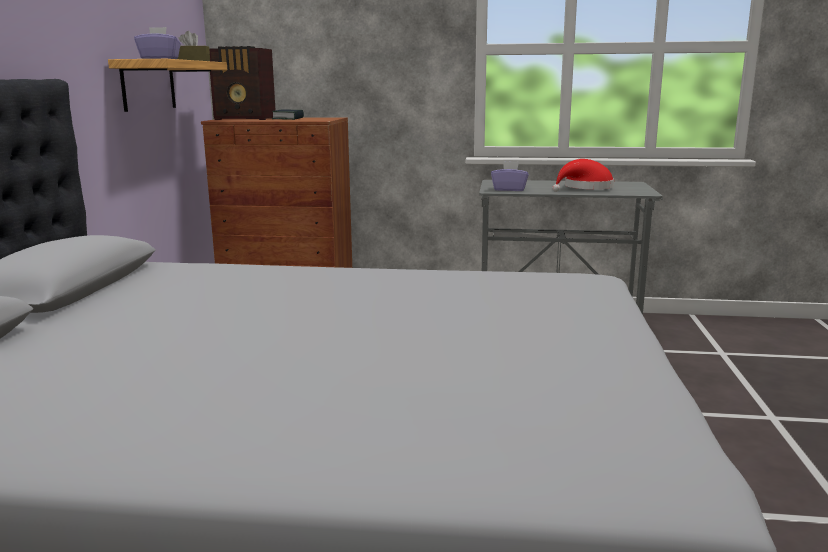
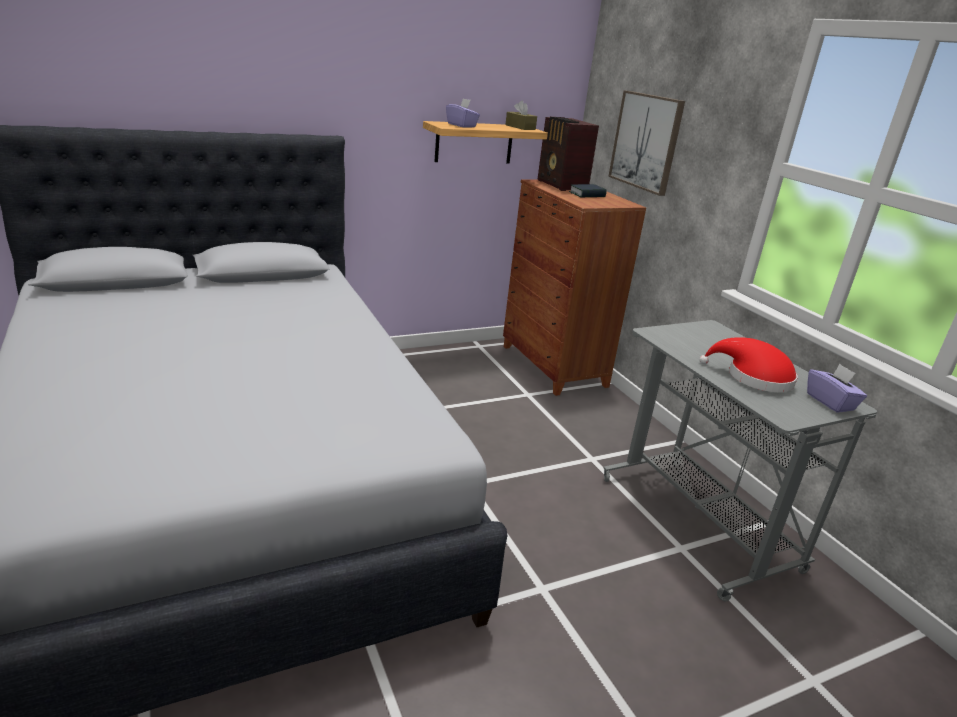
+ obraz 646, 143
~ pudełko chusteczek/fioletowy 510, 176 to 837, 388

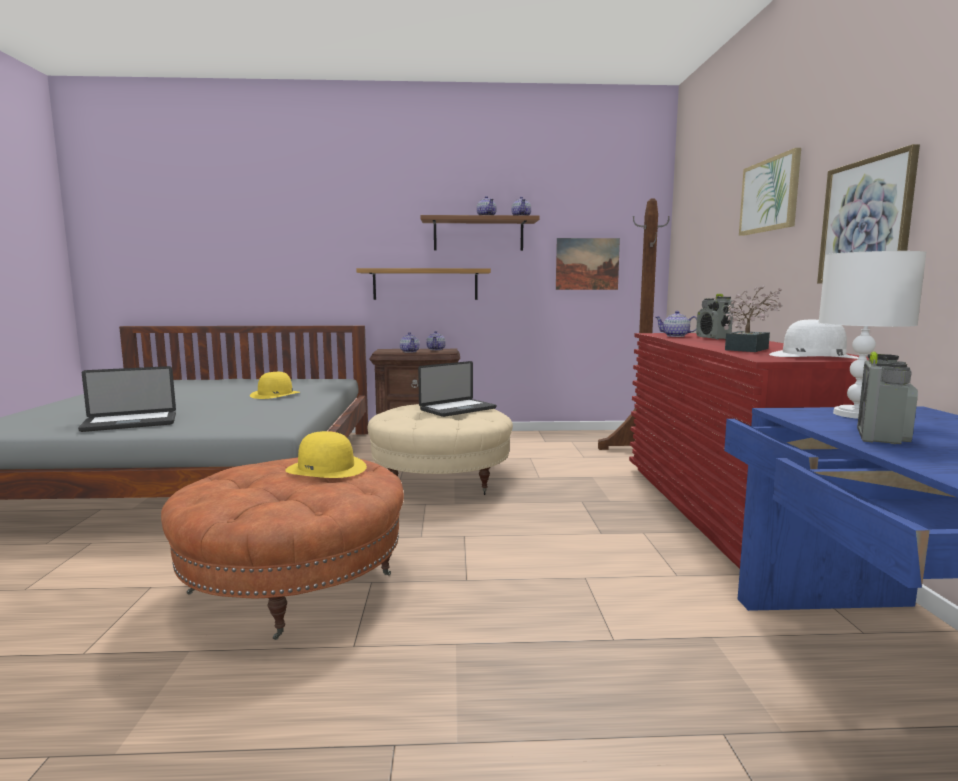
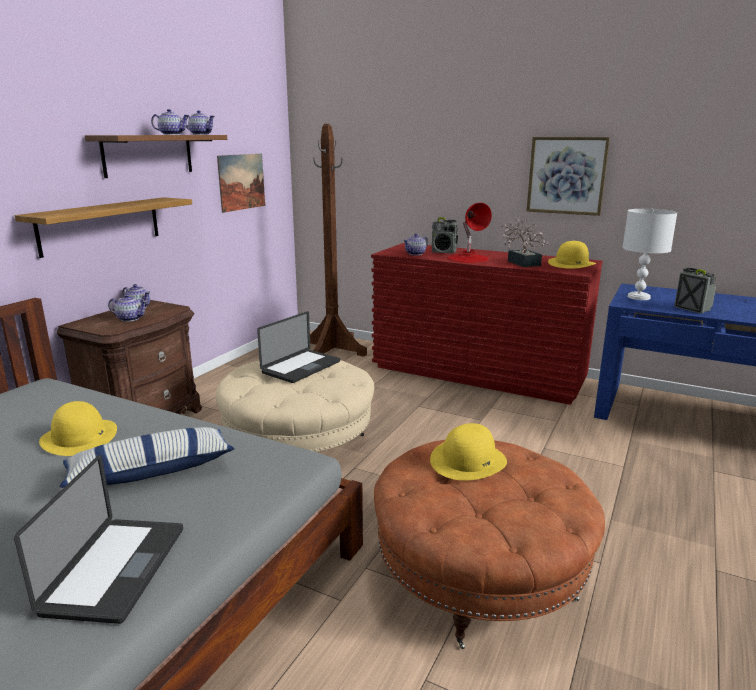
+ poduszka 147, 457
~ laptop 457, 389 = 298, 347 45 degrees clockwise
+ lampa stołowa/czerwony 469, 233
~ kapelusz/biały 814, 339 to kapelusz/żółty 572, 255
- obraz 770, 192

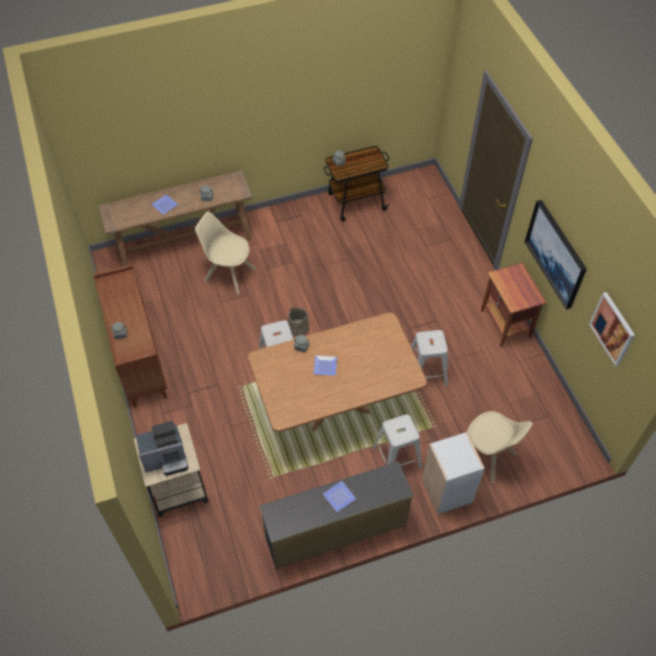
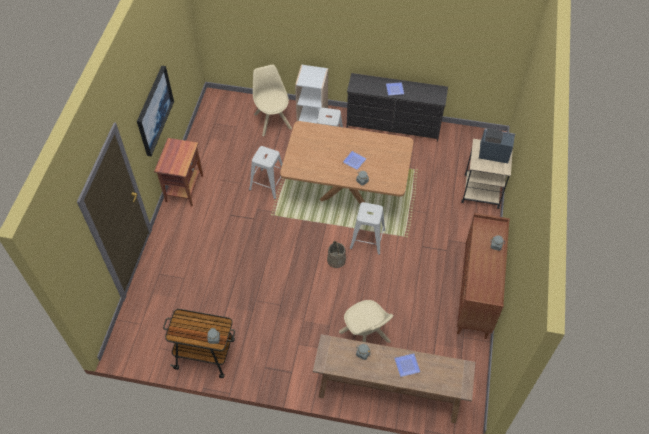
- obraz 612, 329

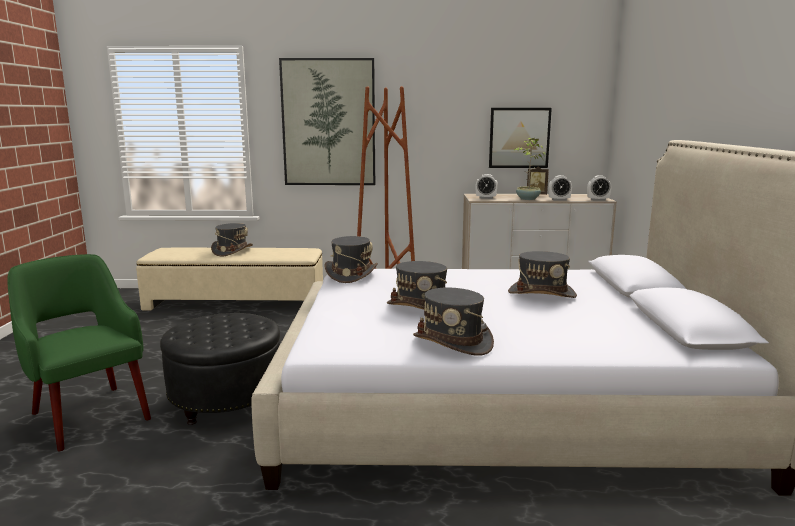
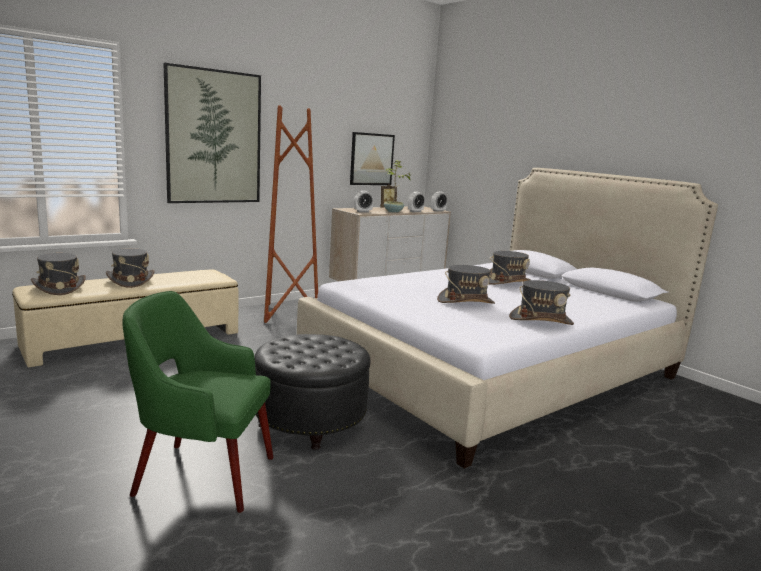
~ kapelusz/szary 351, 259 to 58, 274

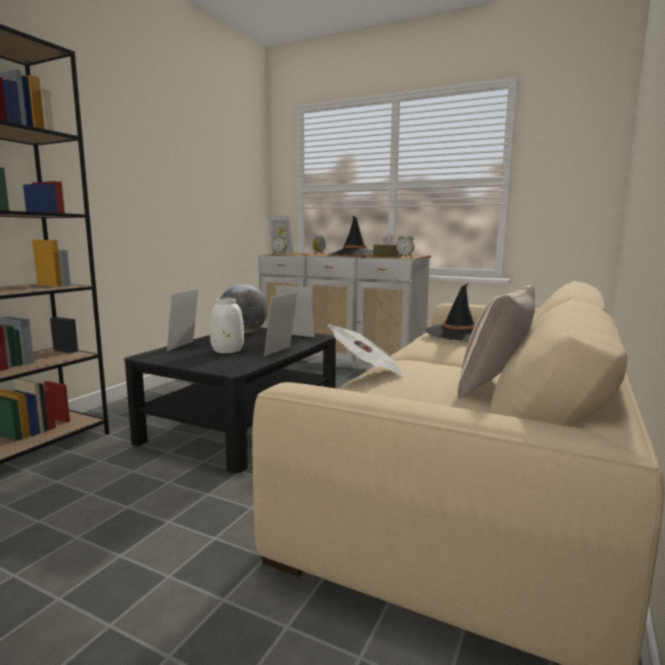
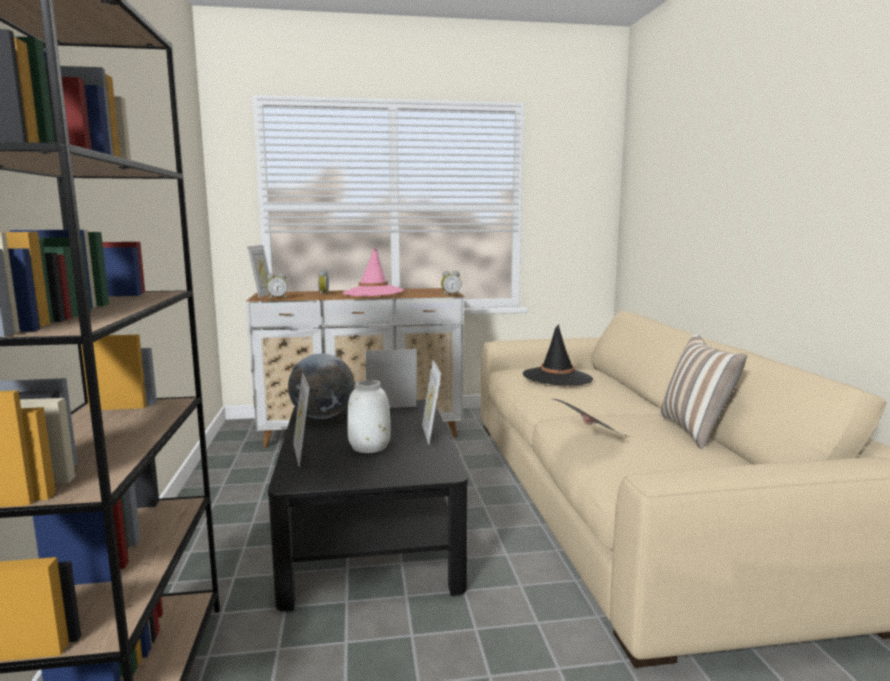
~ kapelusz/czarny 351, 235 to kapelusz/różowy 373, 272
- pudełko chusteczek/brązowy 387, 245

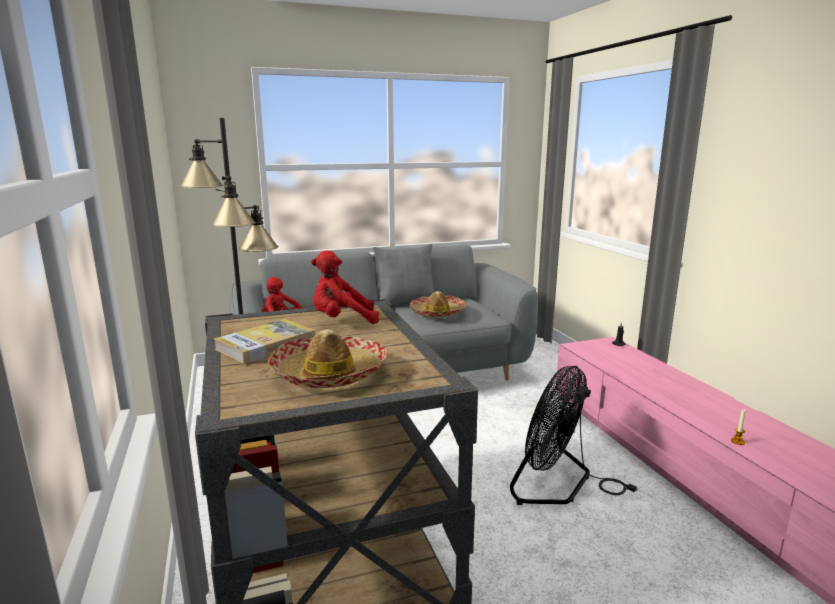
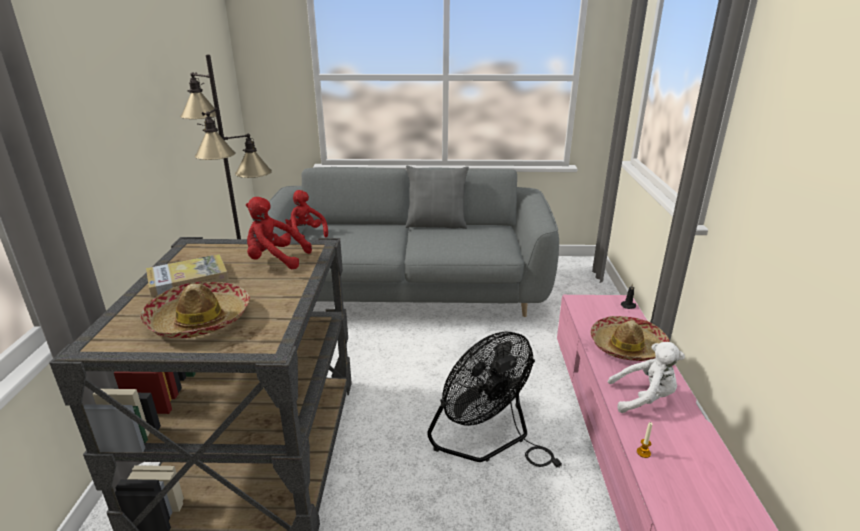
~ kapelusz 438, 304 to 630, 338
+ pluszak/biały 646, 377

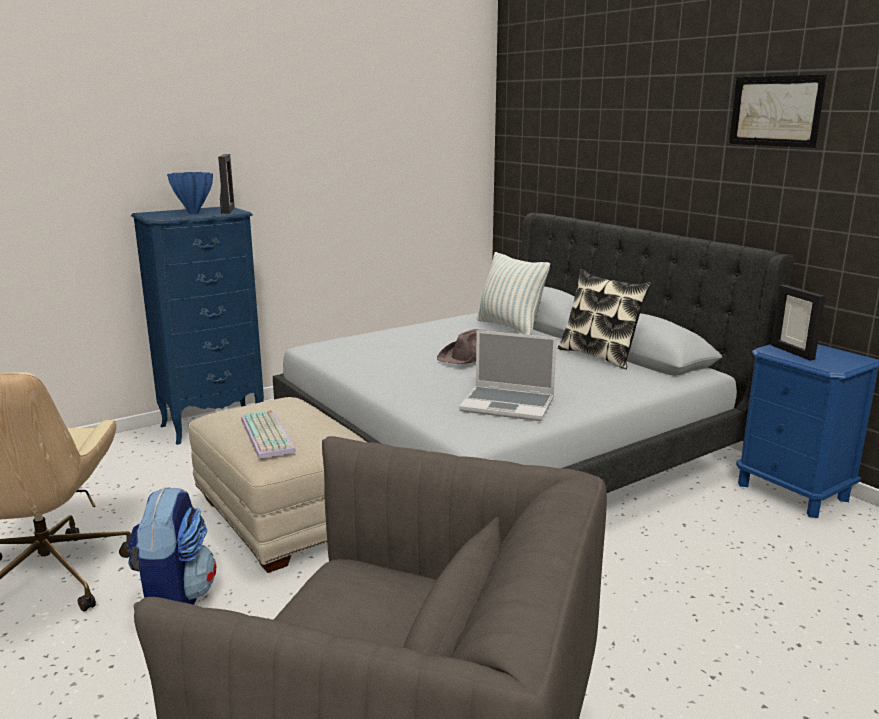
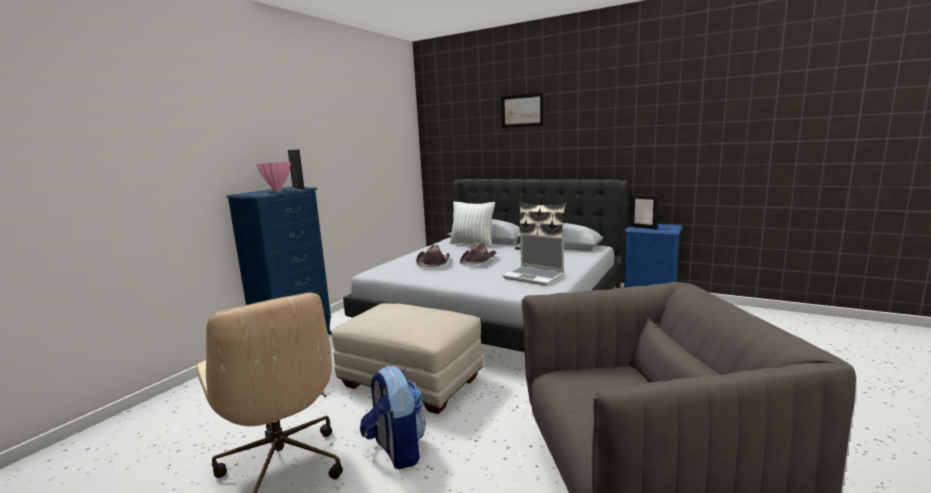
~ wazon/niebieski 190, 193 to wazon/różowy 273, 177
+ kapelusz/brązowy 433, 255
~ obraz 777, 111 to 522, 110
~ laptop 508, 375 = 533, 259 45 degrees clockwise
- klawiatura 268, 434

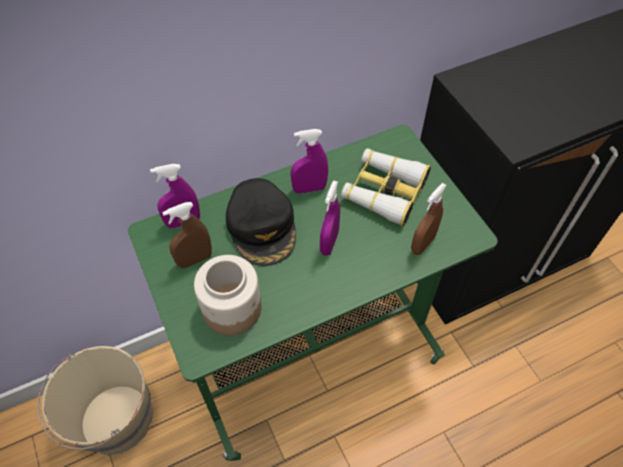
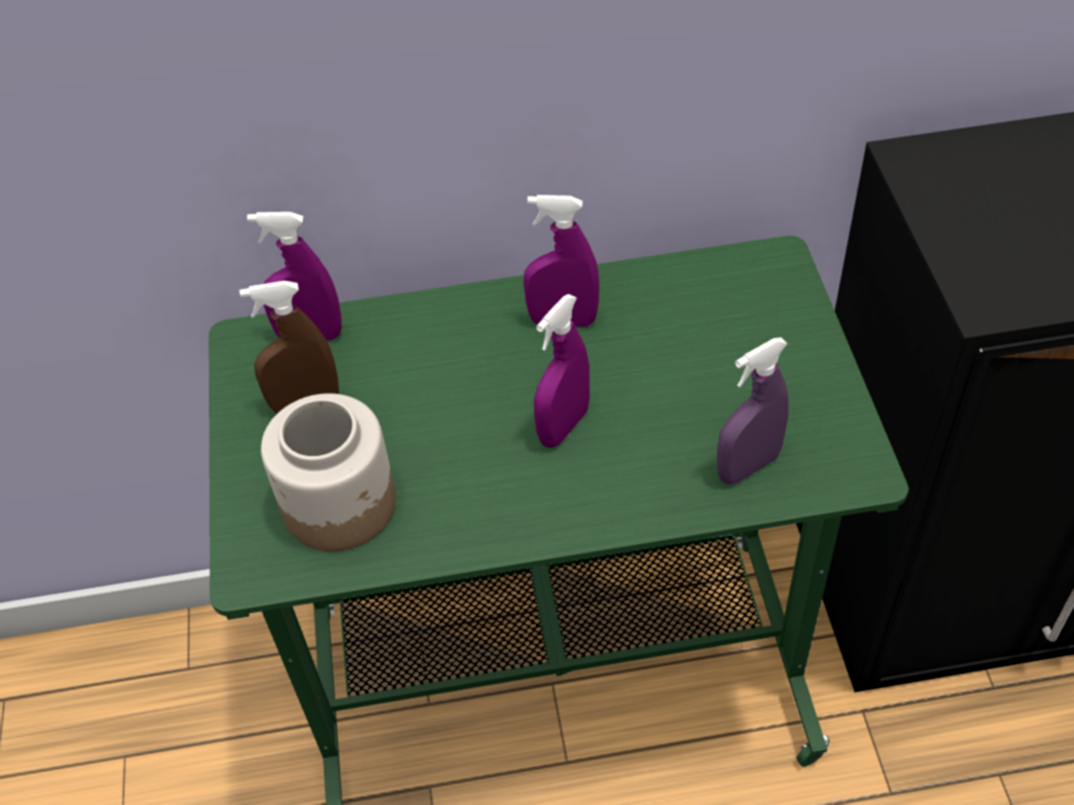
~ spryskiwacz/brązowy 429, 219 to spryskiwacz/fioletowy 753, 410
- wiadro/beżowy 95, 400
- czapka z daszkiem/czarny 260, 222
- lornetka 386, 187

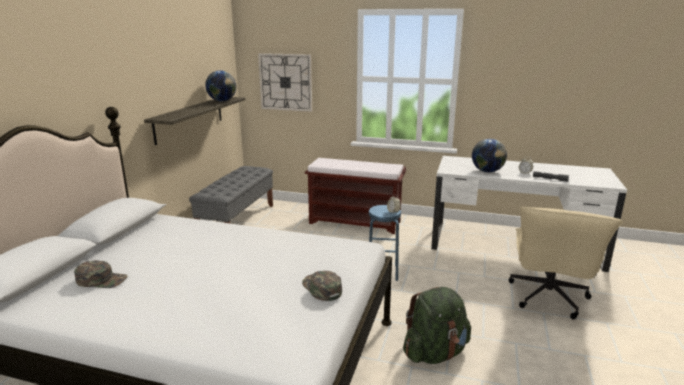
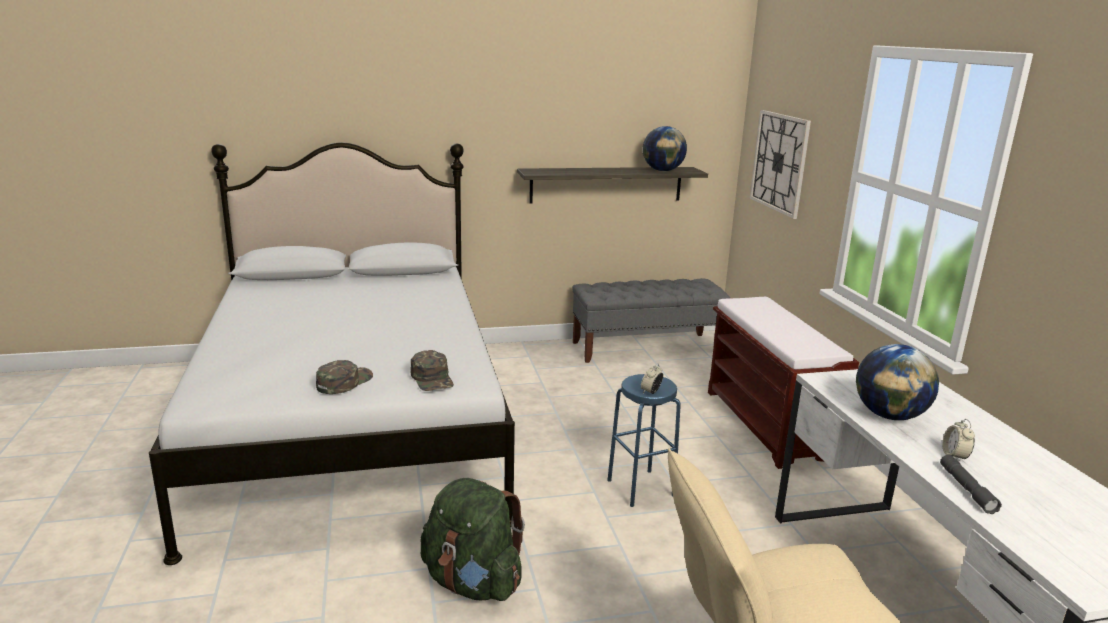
~ czapka z daszkiem/zielony 101, 274 to 432, 370

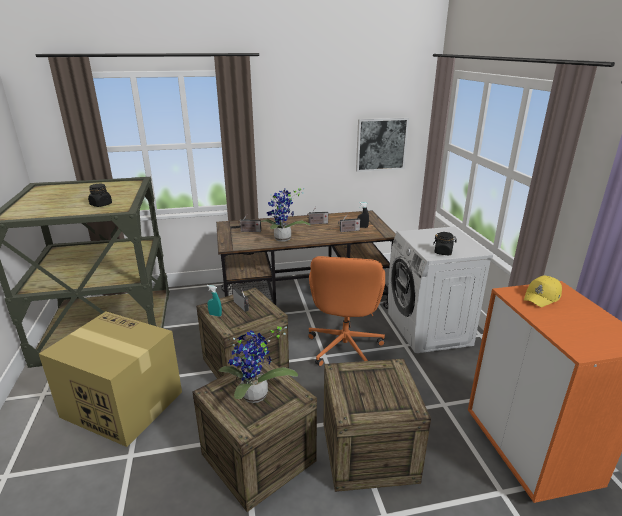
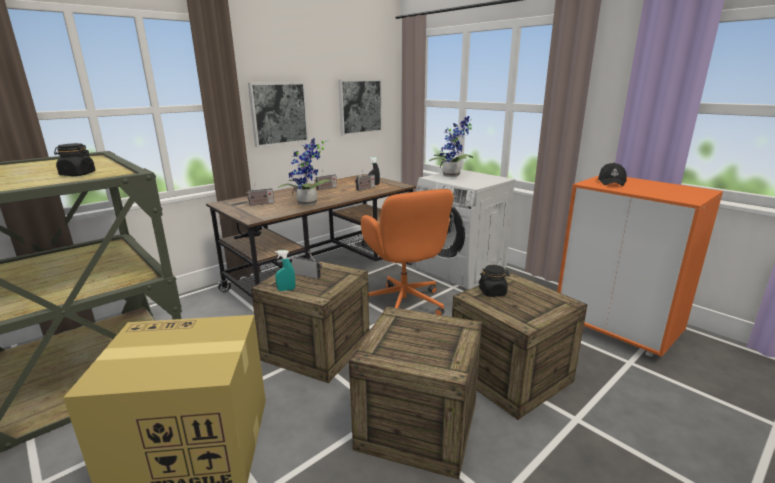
+ obraz 278, 114
~ roślina doniczkowa 258, 364 to 451, 146
~ słoik/czarny 445, 243 to 494, 281
~ czapka z daszkiem/żółty 543, 291 to czapka z daszkiem/czarny 612, 174

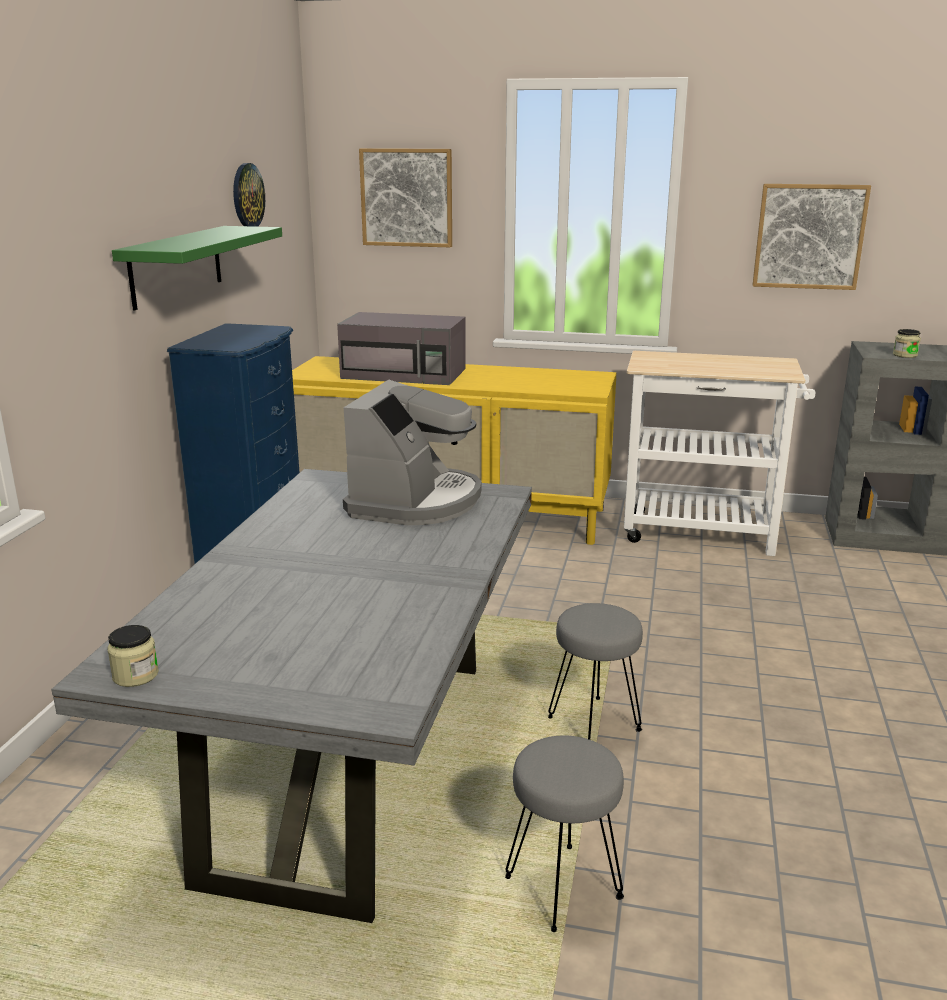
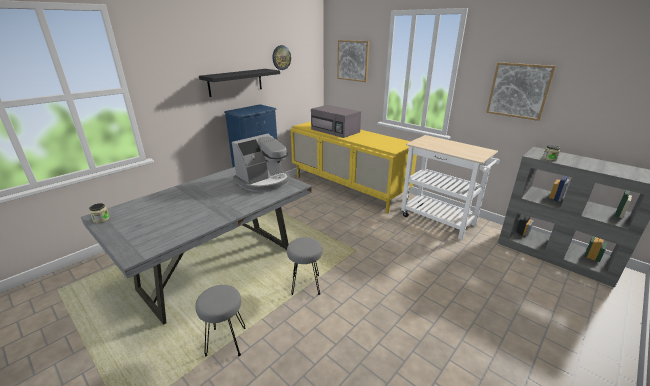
~ półka/zielony 197, 268 to półka/czarny 239, 83

